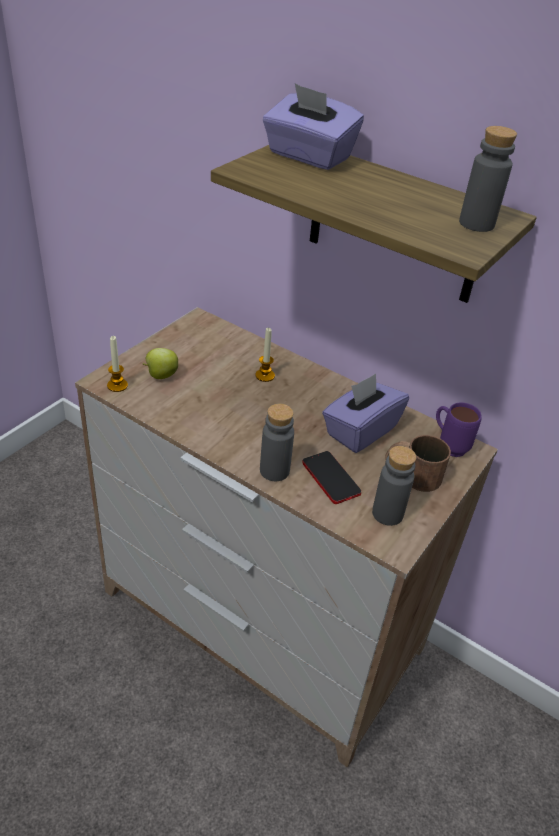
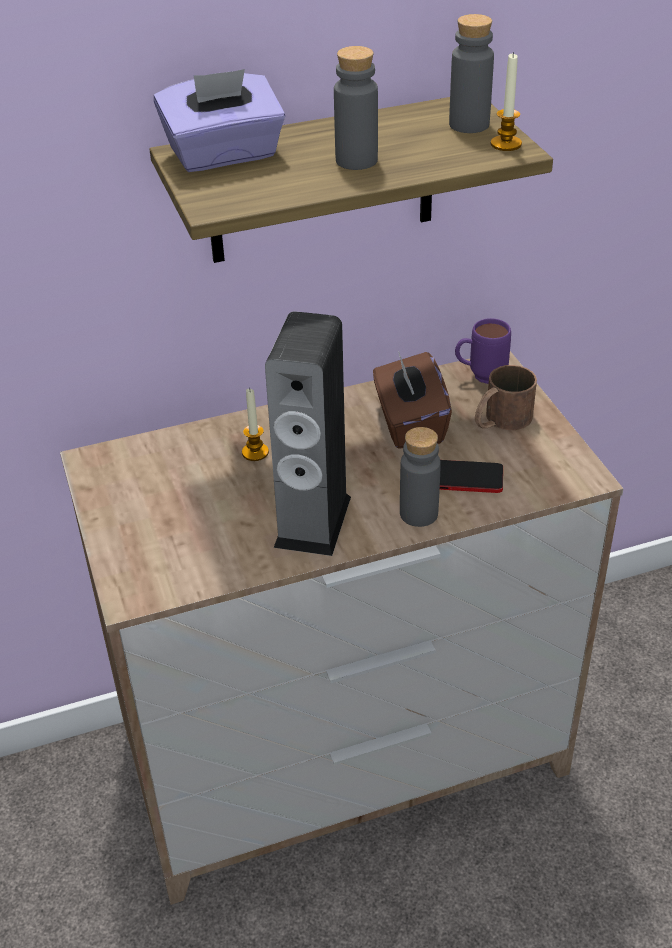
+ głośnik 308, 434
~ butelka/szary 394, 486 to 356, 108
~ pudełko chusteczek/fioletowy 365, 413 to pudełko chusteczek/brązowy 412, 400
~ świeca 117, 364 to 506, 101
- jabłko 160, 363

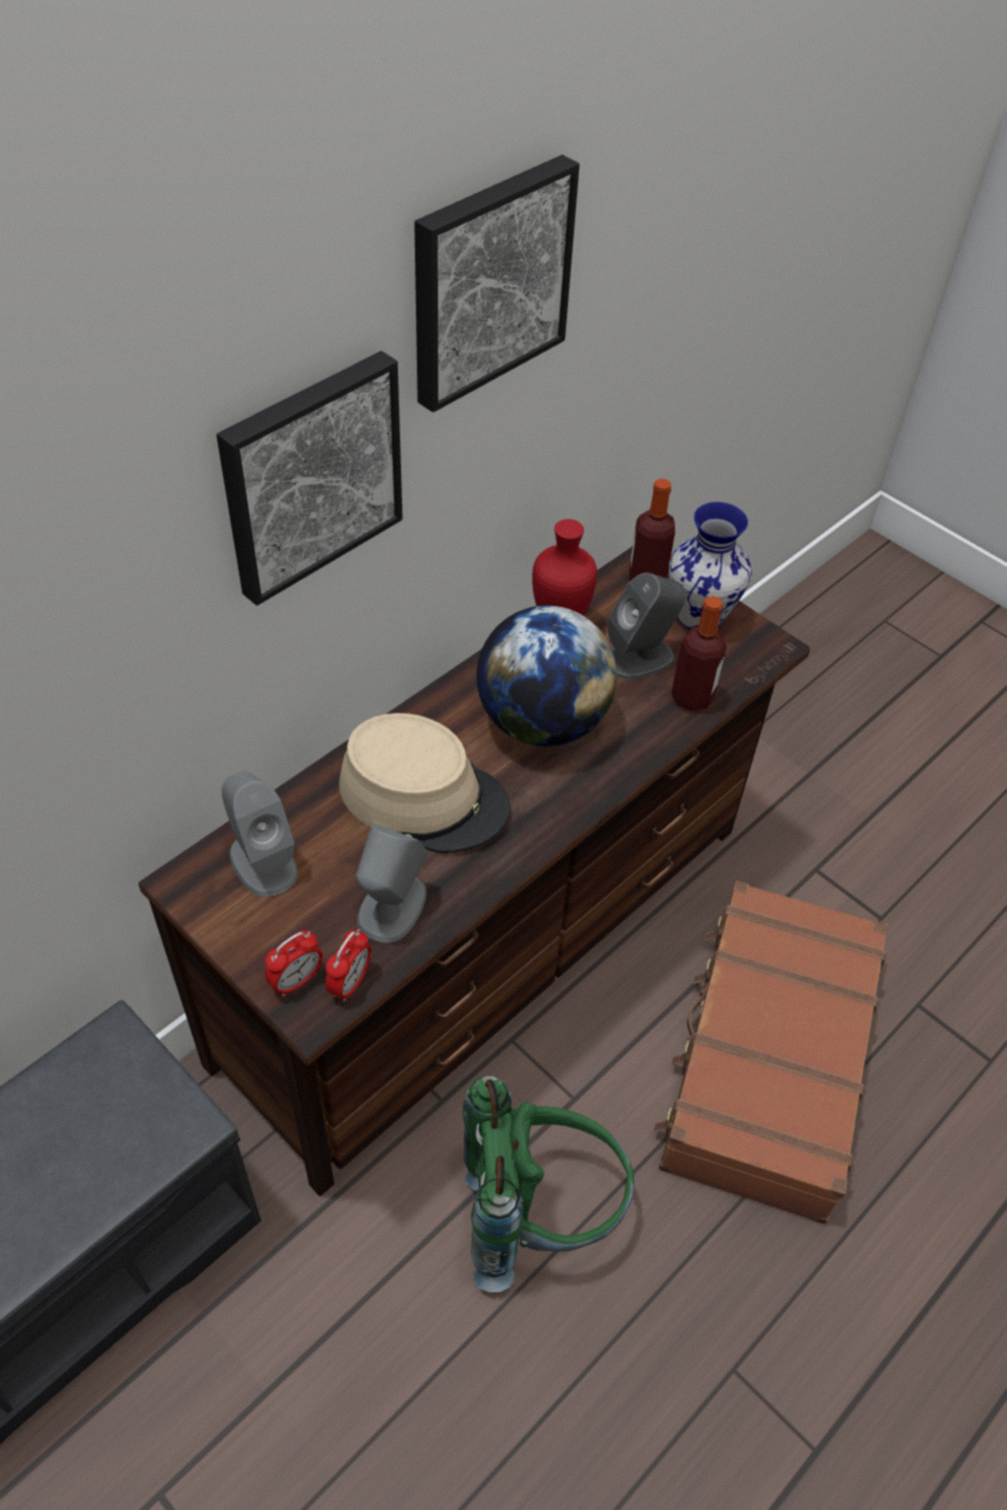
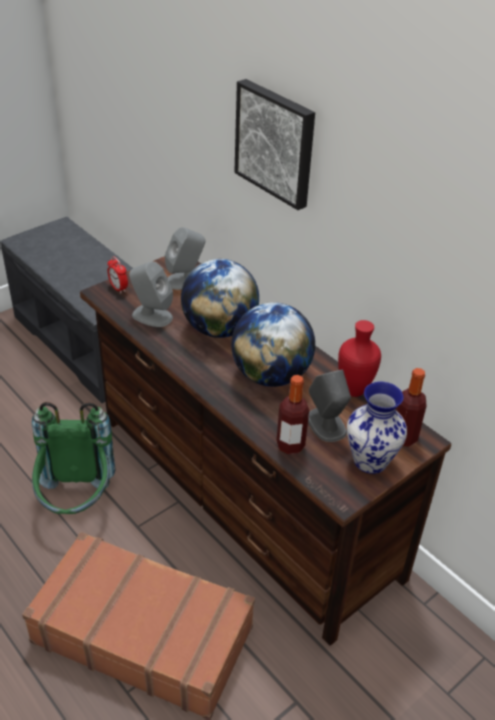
~ kapelusz/beżowy 425, 783 to globus 220, 298
- budzik 348, 965
- obraz 497, 283

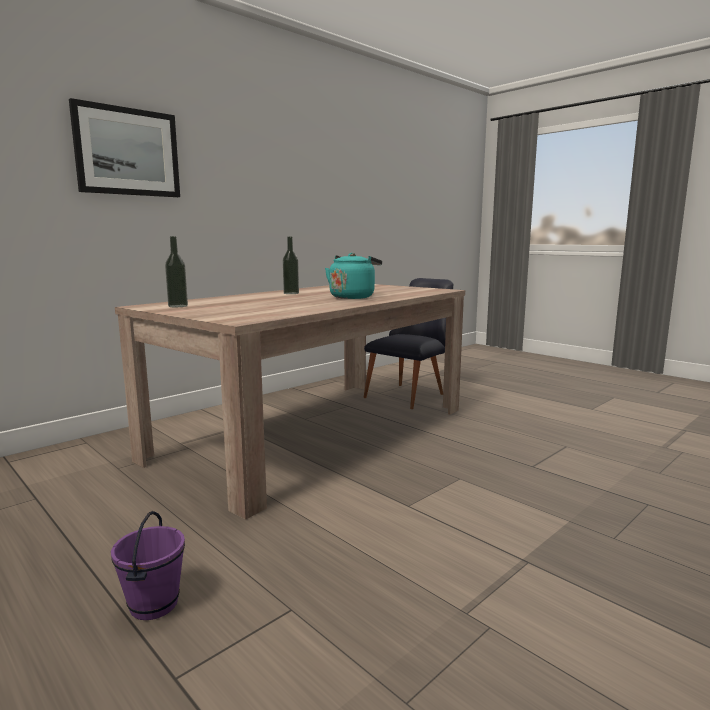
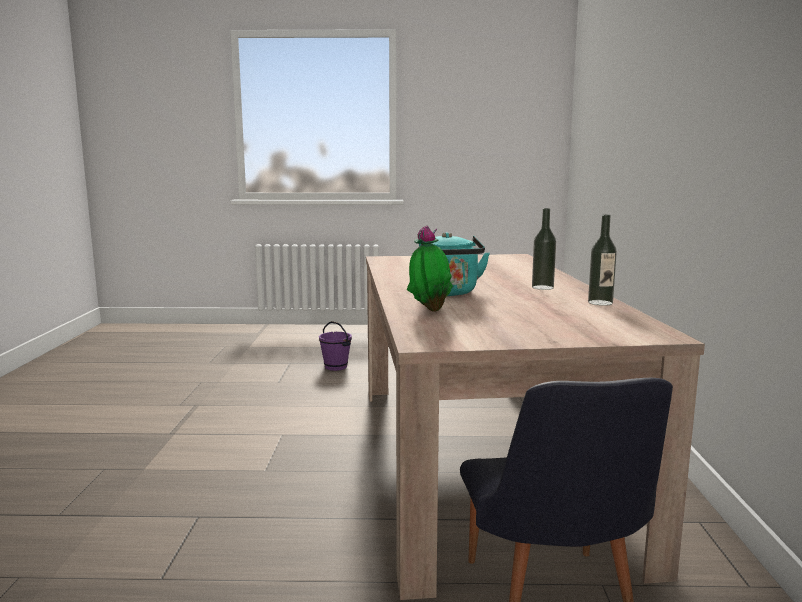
+ roślina doniczkowa 430, 269
~ butelka 176, 271 to 602, 260
- obraz 124, 147

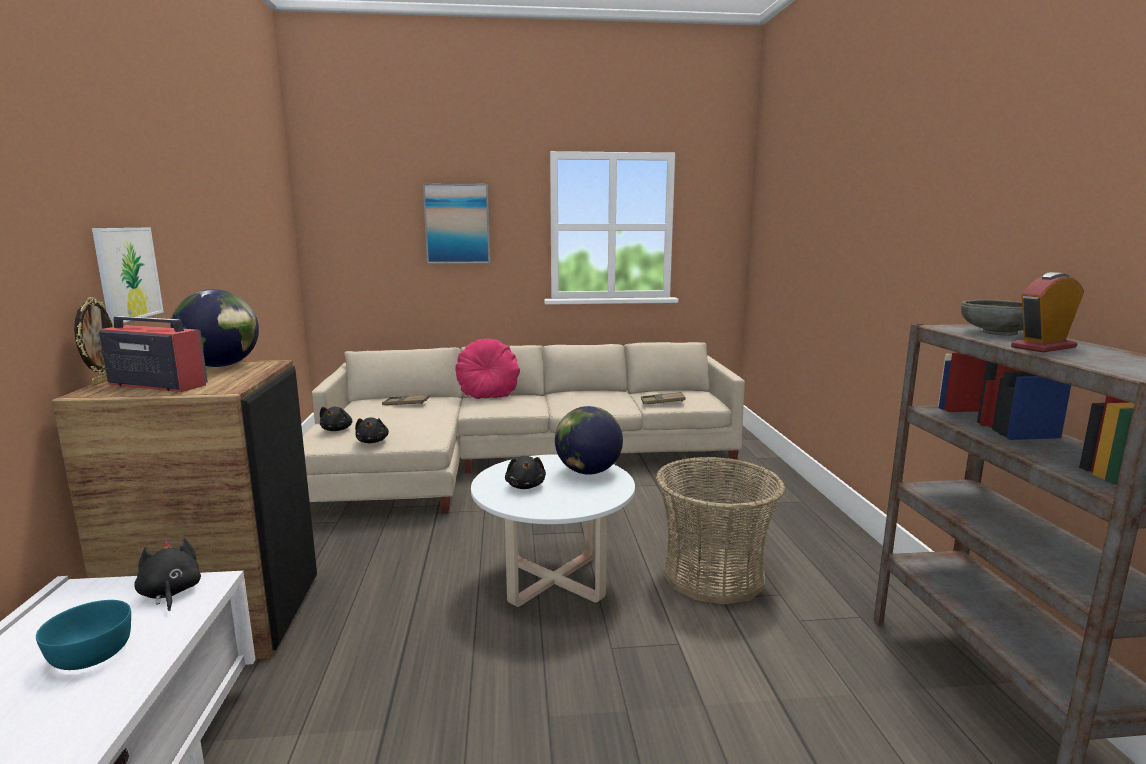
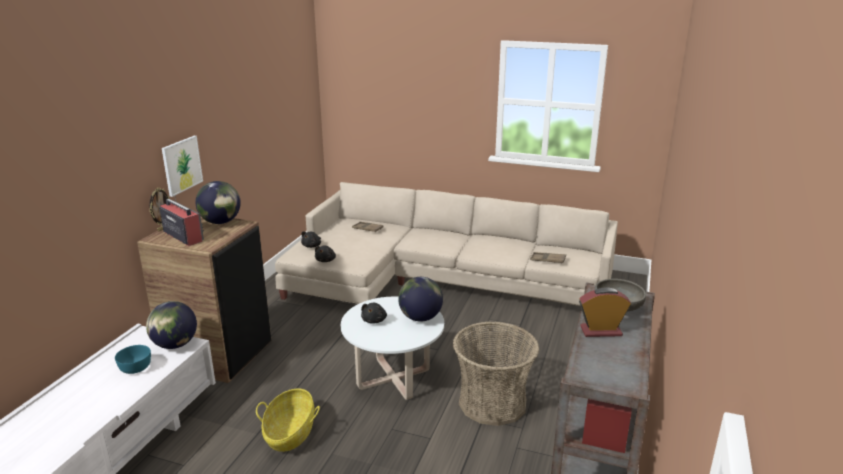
~ pluszak/czarny 167, 574 to globus 171, 325
+ koszyk 288, 420
- obraz 456, 224
- poduszka/różowy 487, 368

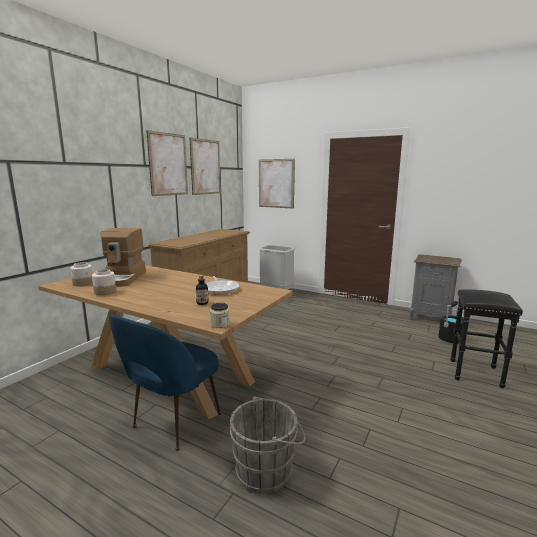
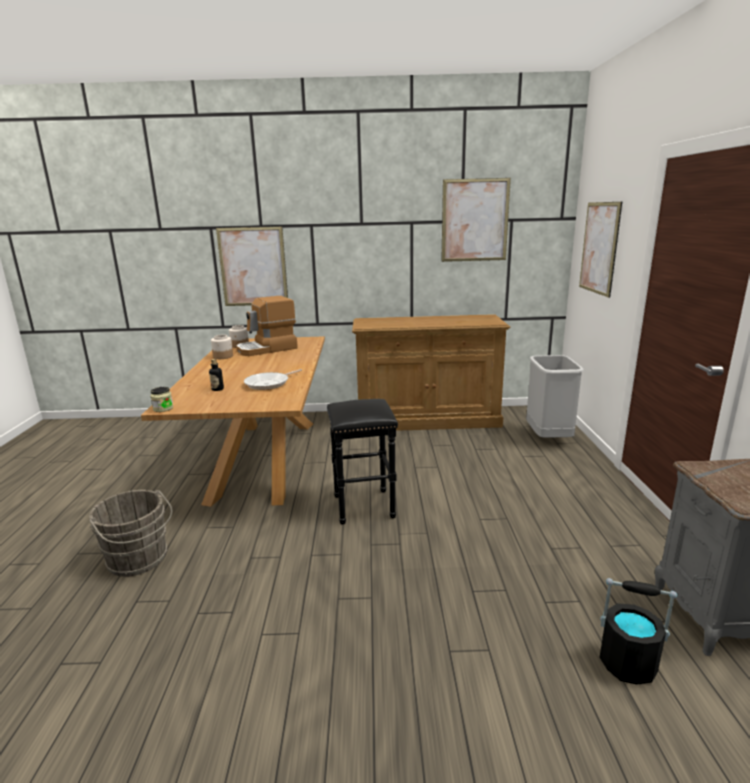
~ obraz 167, 163 to 252, 266
~ stołek/czarny 487, 338 to 362, 461
- krzesło/niebieski 165, 382

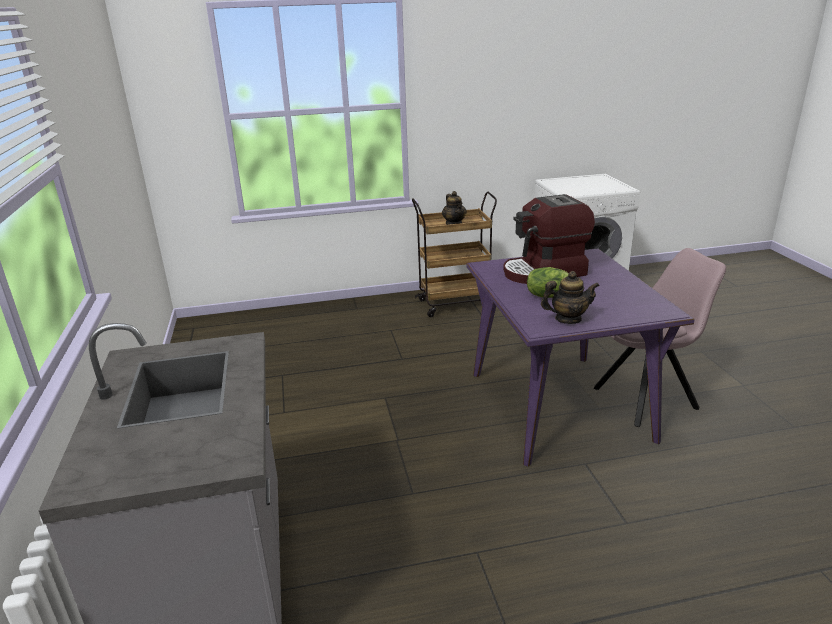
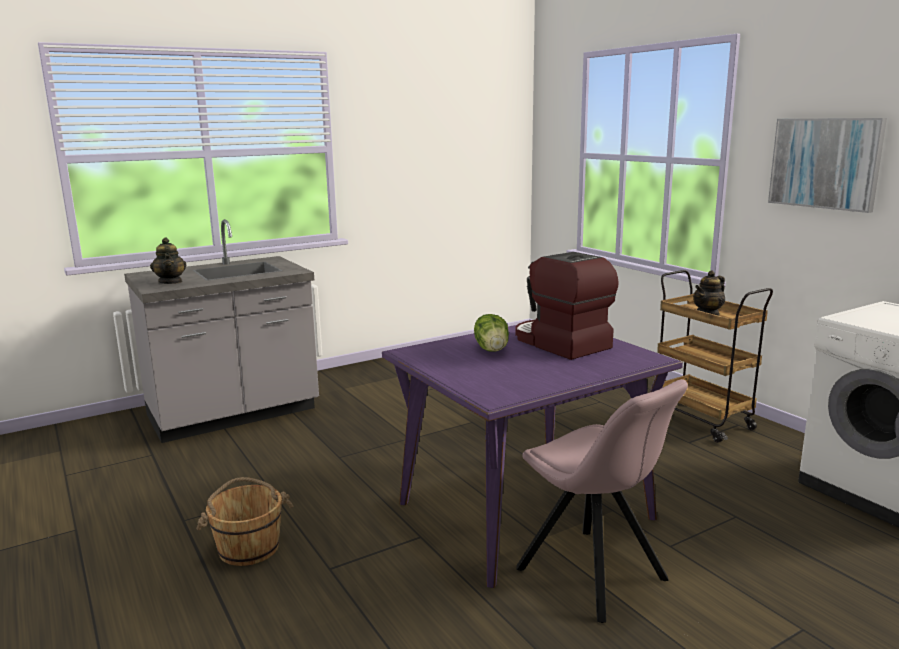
~ imbryk 570, 297 to 168, 261
+ wiadro/brązowy 244, 521
+ obraz 827, 165

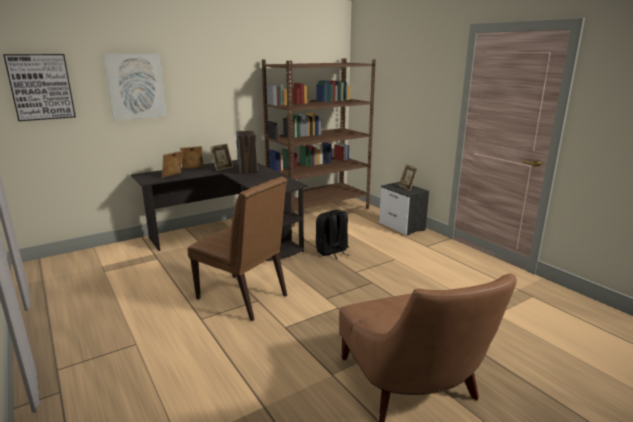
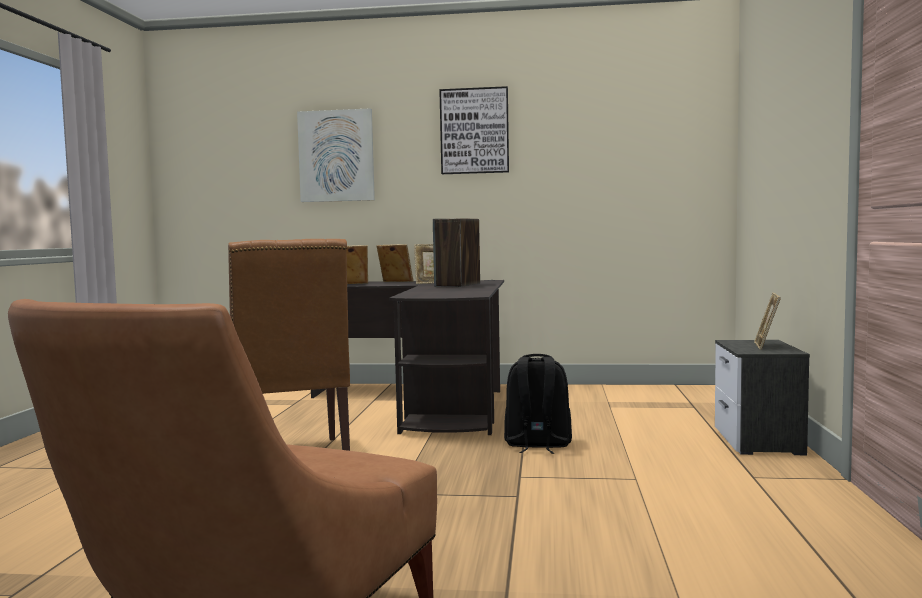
~ obraz 39, 87 to 474, 130
- regał/brązowy 319, 142

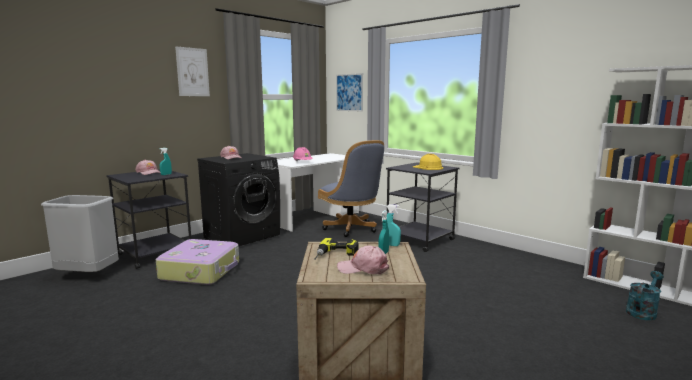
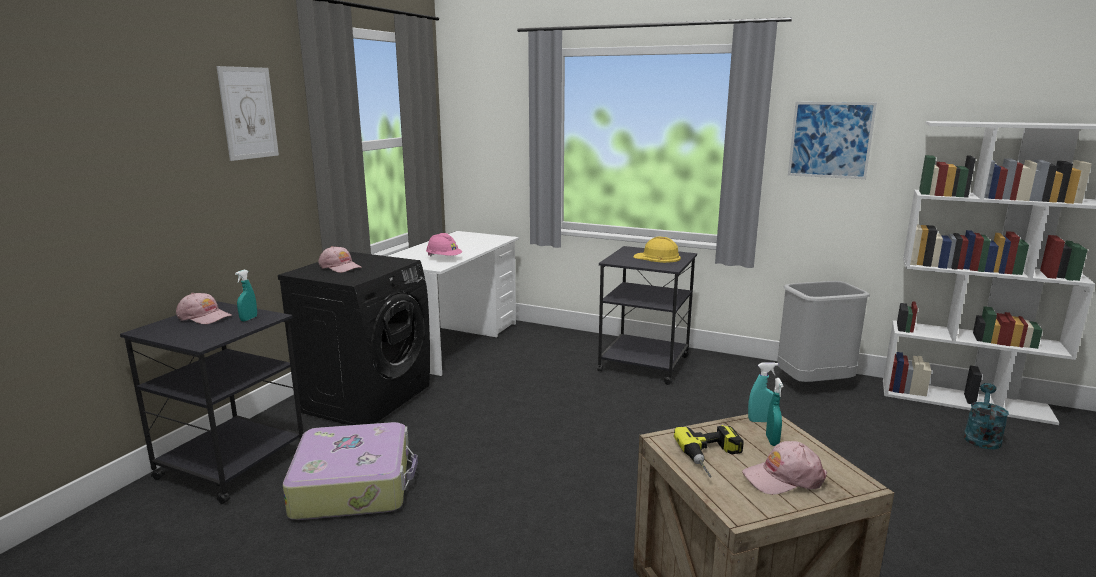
~ kosz na śmieci/szary 80, 233 to 823, 331
~ obraz 349, 92 to 832, 140
- krzesło biurowe/niebieski 351, 188

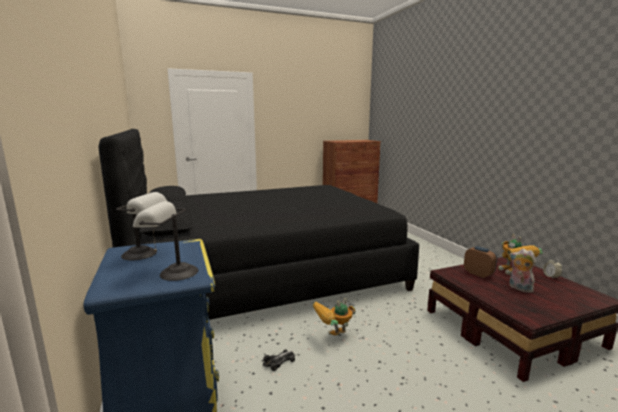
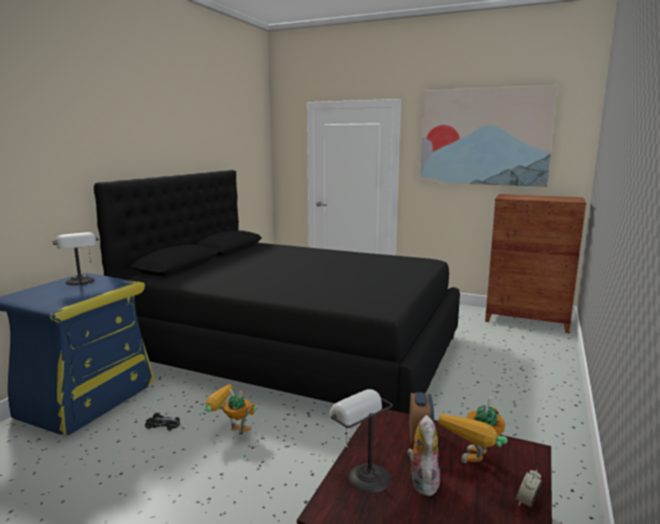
~ lampa stołowa 165, 241 to 361, 441
+ obraz 489, 136

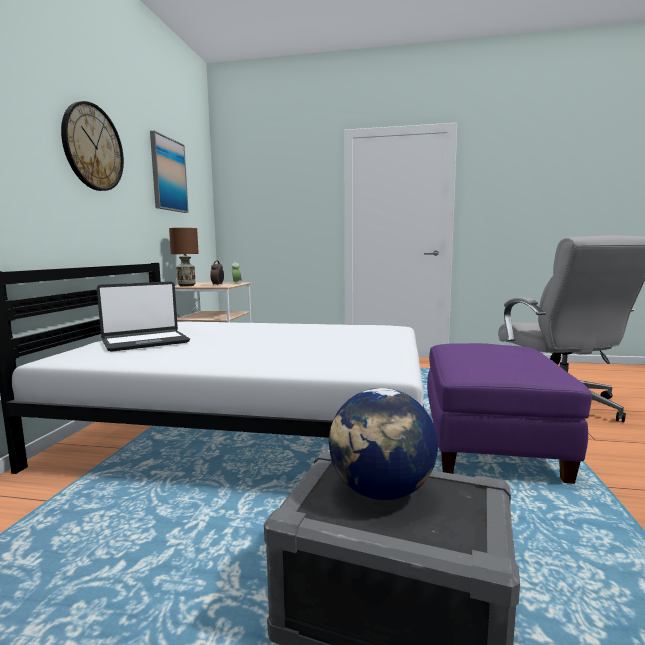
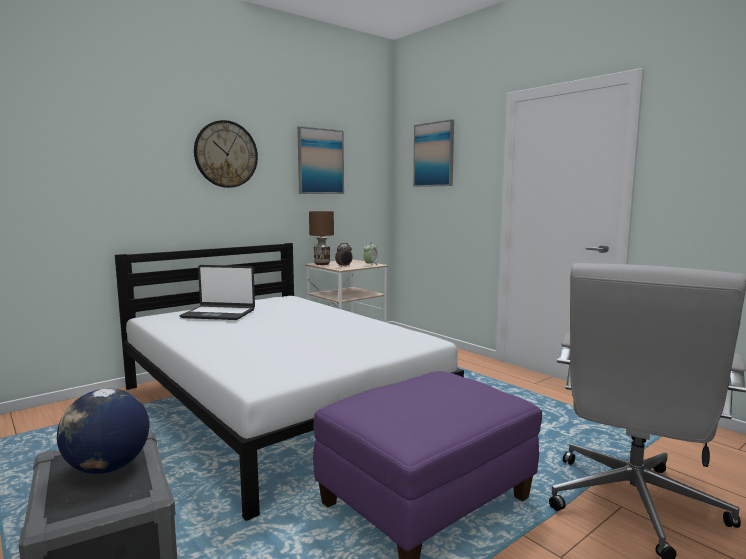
+ obraz 433, 153

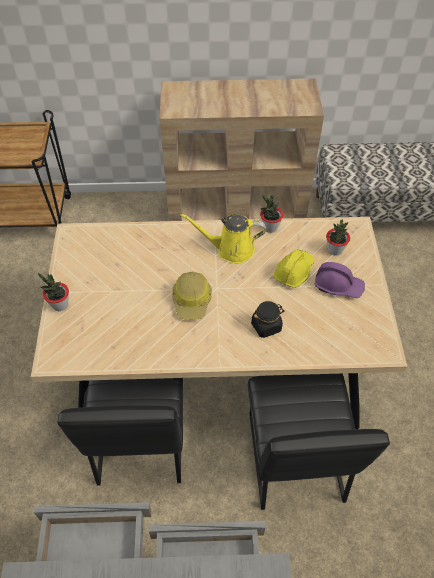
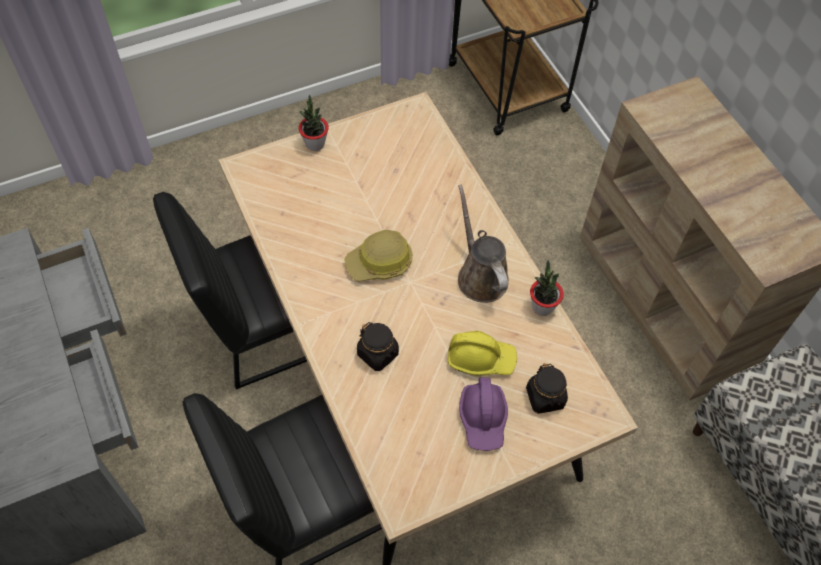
~ konewka/żółty 223, 238 to konewka/brązowy 483, 243
~ roślina doniczkowa 338, 238 to słoik/czarny 547, 388

